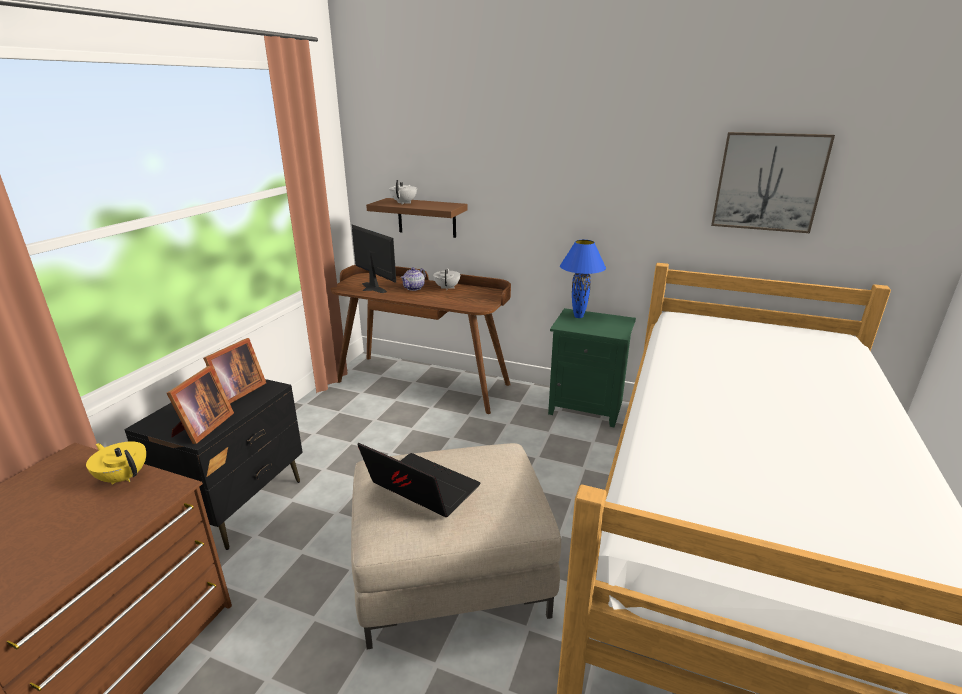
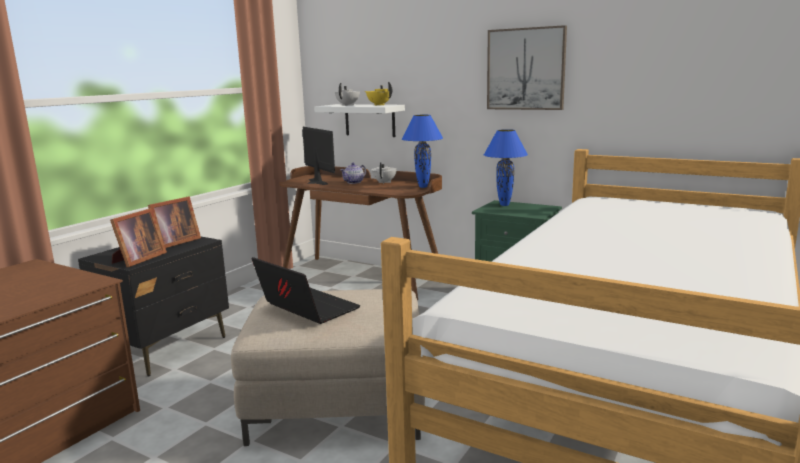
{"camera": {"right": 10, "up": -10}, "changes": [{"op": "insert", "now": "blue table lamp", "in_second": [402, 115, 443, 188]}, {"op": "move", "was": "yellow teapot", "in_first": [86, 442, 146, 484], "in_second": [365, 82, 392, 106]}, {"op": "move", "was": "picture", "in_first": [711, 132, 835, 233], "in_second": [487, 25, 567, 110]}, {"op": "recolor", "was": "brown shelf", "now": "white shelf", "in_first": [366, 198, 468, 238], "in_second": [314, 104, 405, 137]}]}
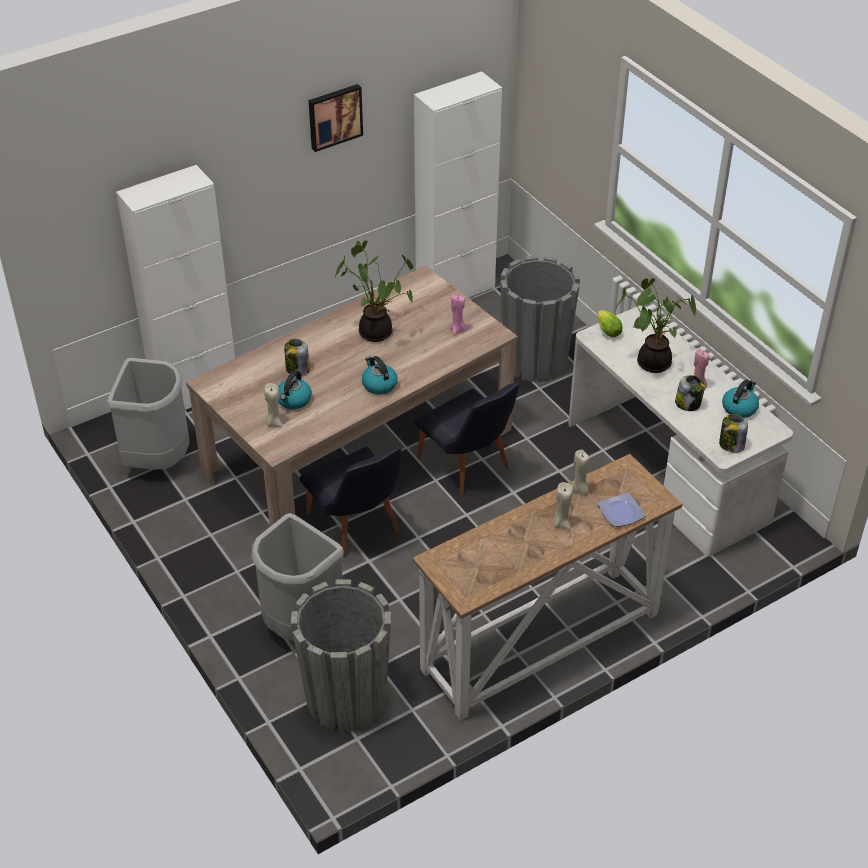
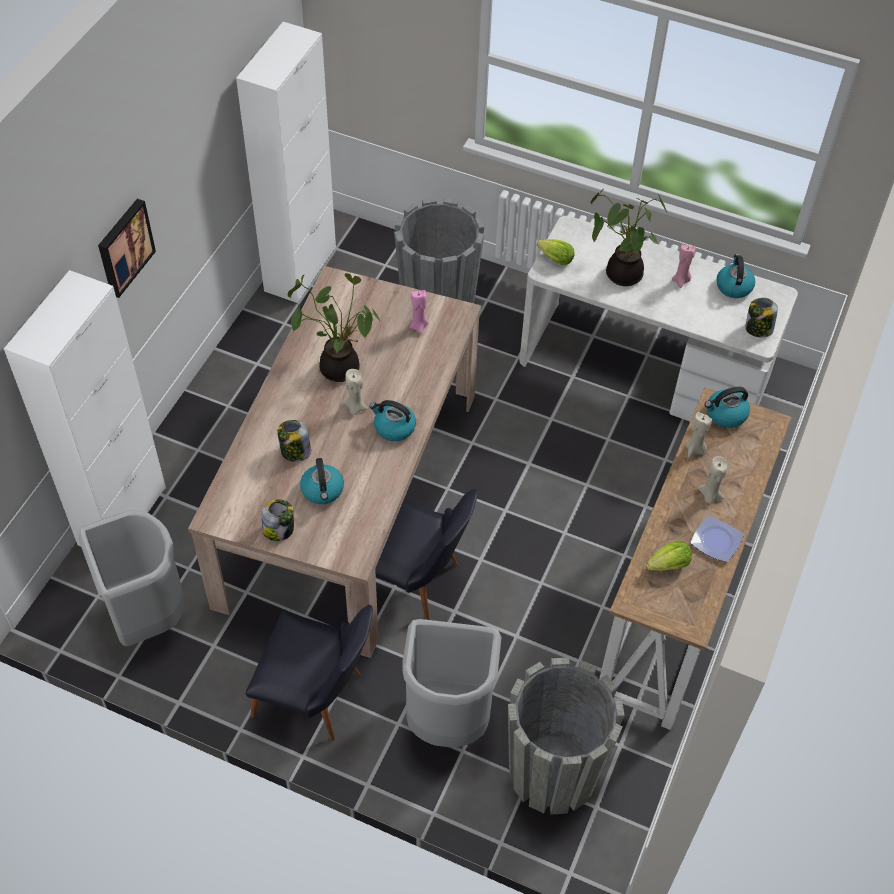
{"camera": {"right": -35, "up": 10}, "changes": [{"op": "insert", "now": "lettuce", "in_second": [646, 541, 692, 571]}, {"op": "insert", "now": "kettle", "in_second": [705, 387, 750, 428]}, {"op": "move", "was": "beige candle", "in_first": [264, 383, 282, 427], "in_second": [343, 369, 368, 415]}, {"op": "move", "was": "picture", "in_first": [308, 84, 363, 152], "in_second": [98, 199, 156, 298]}, {"op": "move", "was": "black chair", "in_first": [414, 382, 520, 495], "in_second": [245, 605, 373, 741]}, {"op": "move", "was": "plate", "in_first": [598, 493, 645, 527], "in_second": [691, 515, 744, 562]}, {"op": "move", "was": "jar", "in_first": [675, 375, 705, 411], "in_second": [262, 499, 294, 541]}]}
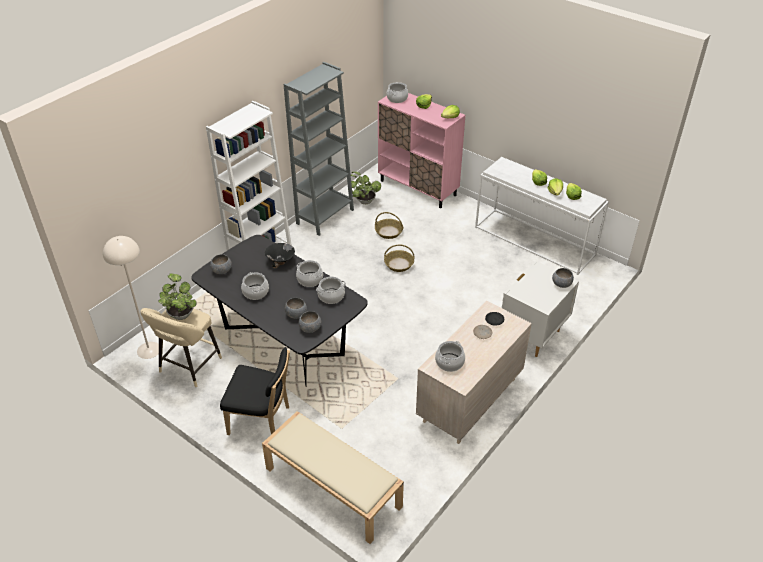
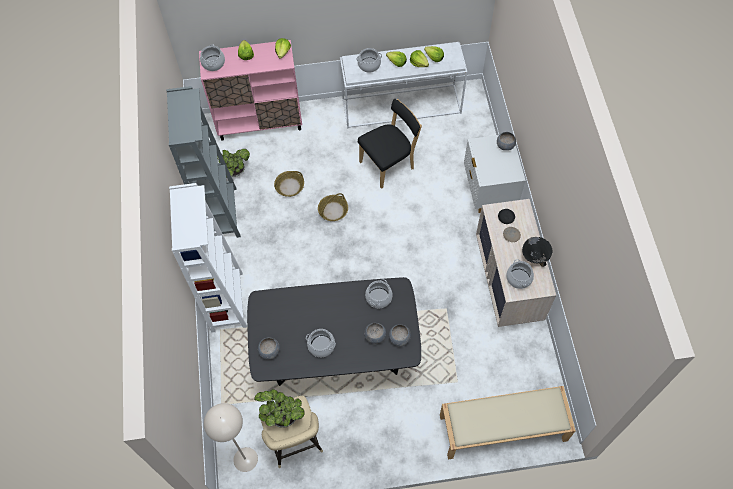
{"camera": {"right": -45, "up": 20}, "changes": [{"op": "move", "was": "black chair", "in_first": [220, 347, 290, 435], "in_second": [358, 99, 422, 189]}, {"op": "move", "was": "black bowl", "in_first": [265, 243, 295, 268], "in_second": [522, 237, 552, 267]}, {"op": "move", "was": "cooking pot", "in_first": [296, 260, 323, 287], "in_second": [356, 48, 382, 73]}]}
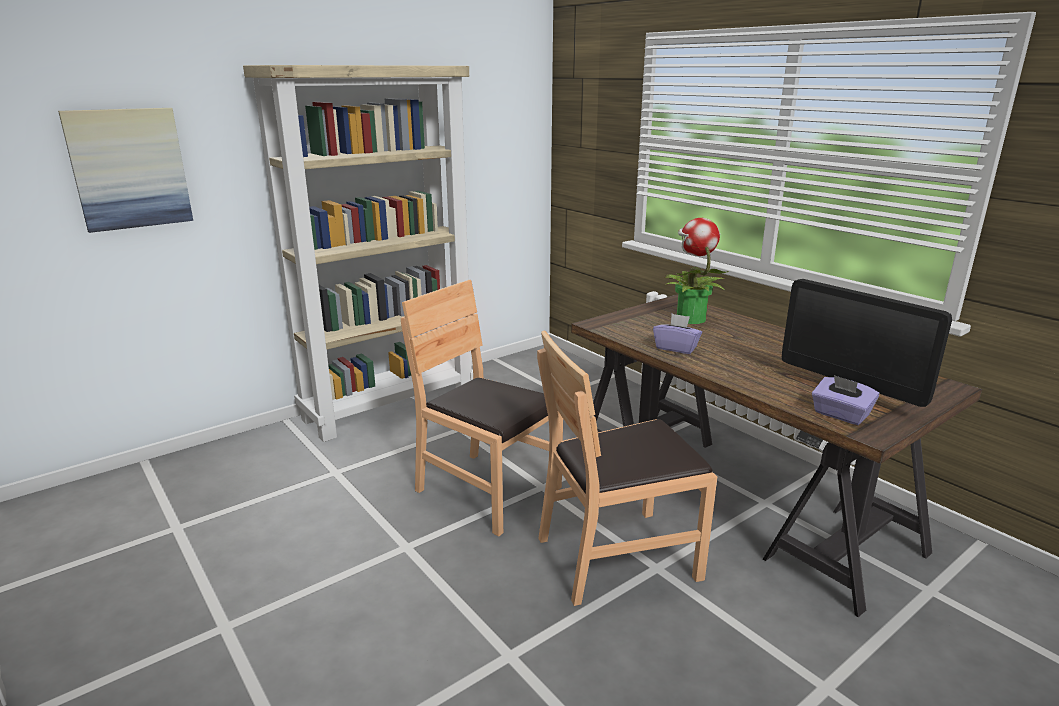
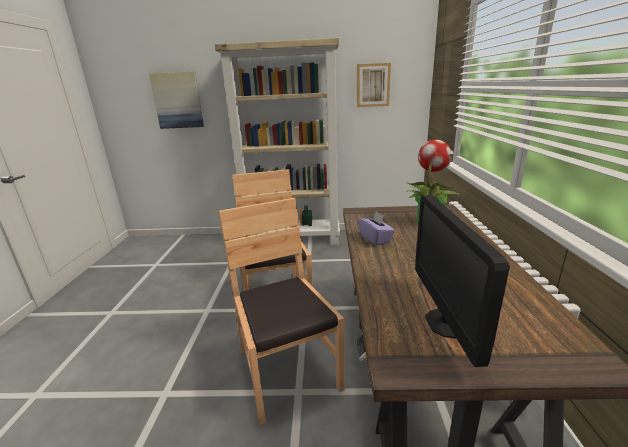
{"camera": {"right": 40, "up": 0}, "changes": [{"op": "delete", "was": "purple tissue box", "in_first": [812, 375, 879, 425]}, {"op": "insert", "now": "picture", "in_second": [357, 63, 391, 107]}, {"op": "rotate", "was": "brown chair", "in_first": [537, 330, 717, 606], "in_second": [219, 198, 345, 425], "clockwise": 45}]}
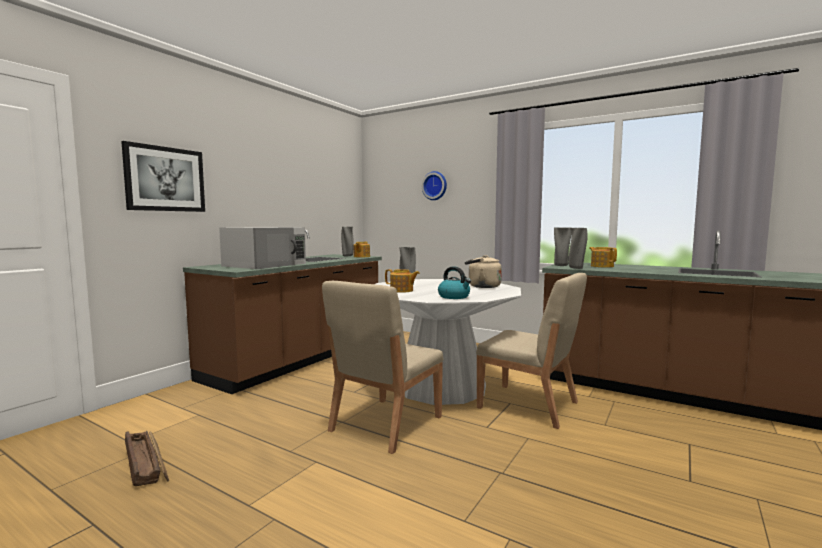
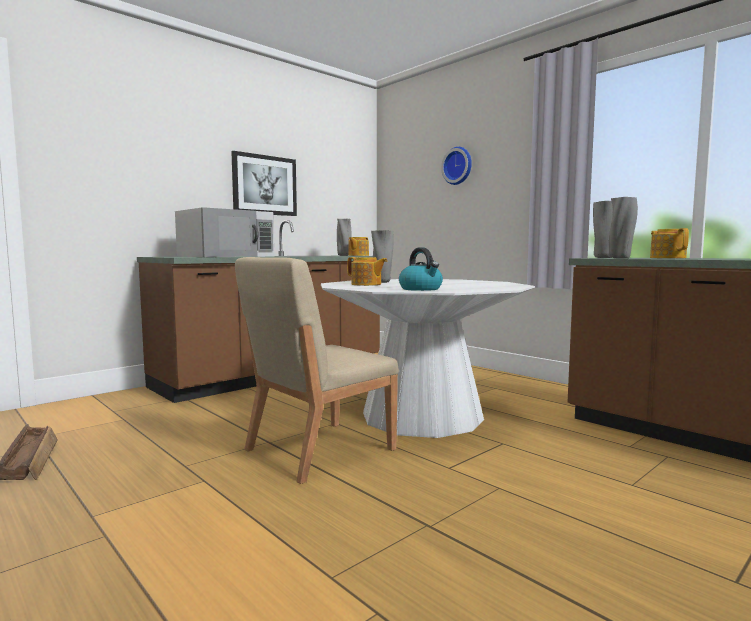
{"camera": {"right": 15, "up": 0}, "changes": [{"op": "delete", "was": "beige kettle", "in_first": [465, 255, 502, 288]}, {"op": "delete", "was": "beige chair", "in_first": [476, 273, 587, 429]}, {"op": "move", "was": "picture", "in_first": [121, 141, 205, 212], "in_second": [231, 151, 297, 216]}]}
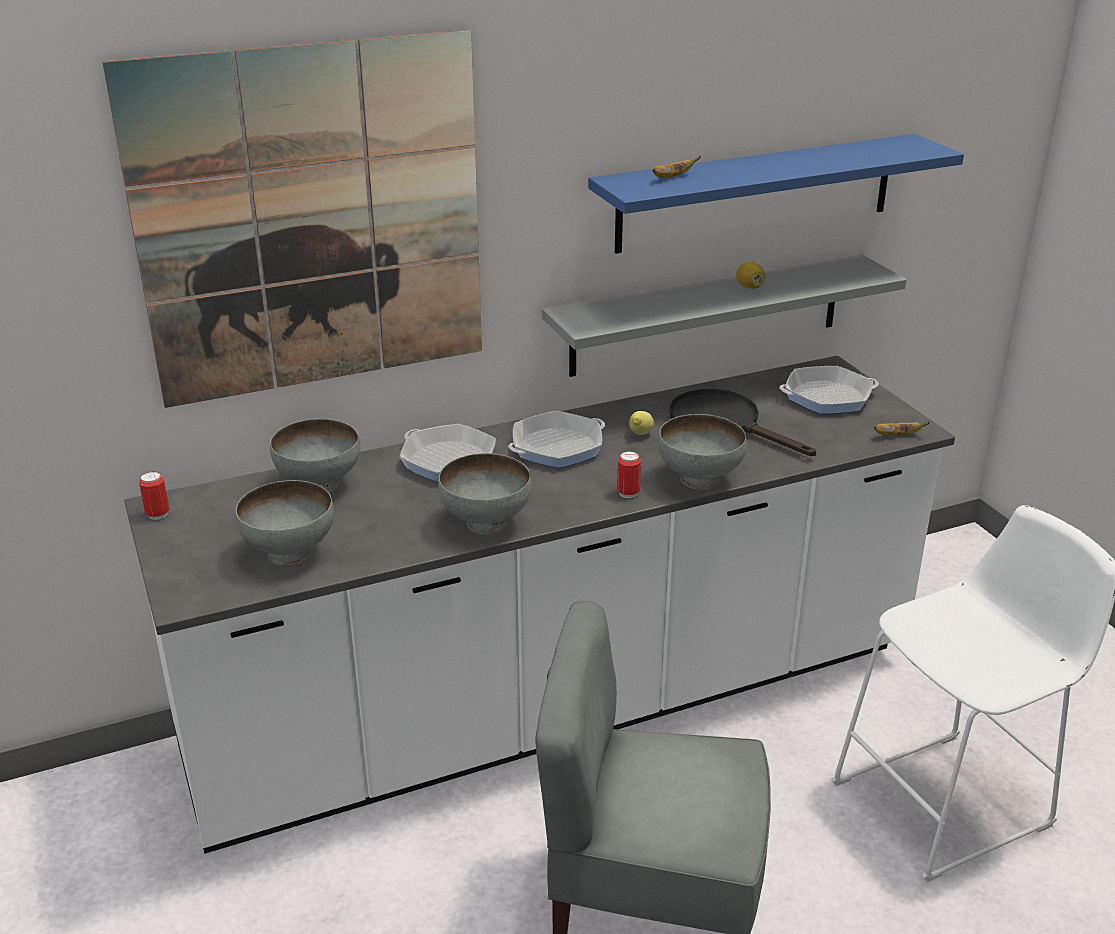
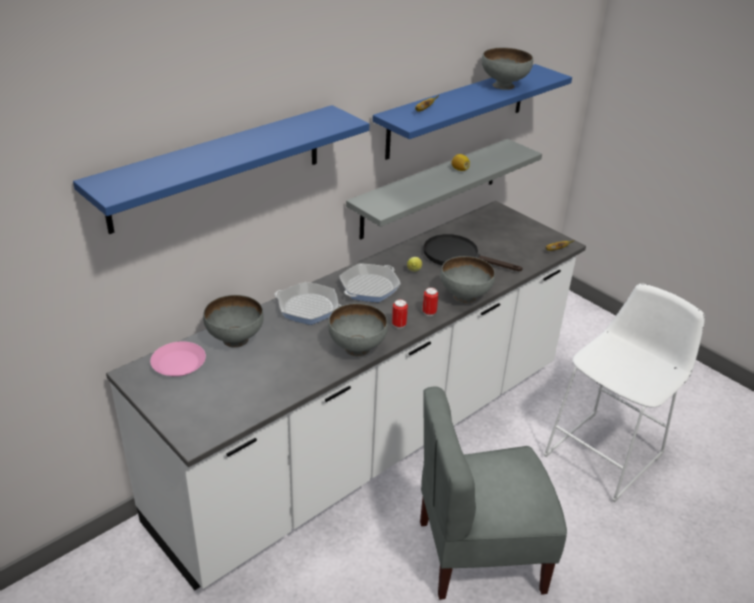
{"camera": {"right": -20, "up": 5}, "changes": [{"op": "delete", "was": "frying pan", "in_first": [779, 366, 879, 414]}, {"op": "insert", "now": "pink plate", "in_second": [150, 341, 206, 377]}, {"op": "move", "was": "can", "in_first": [139, 471, 169, 520], "in_second": [392, 299, 408, 329]}, {"op": "move", "was": "grey bowl", "in_first": [235, 480, 334, 566], "in_second": [482, 47, 533, 90]}, {"op": "replace", "was": "picture", "now": "blue shelf", "in_first": [102, 30, 482, 408], "in_second": [73, 105, 369, 234]}]}
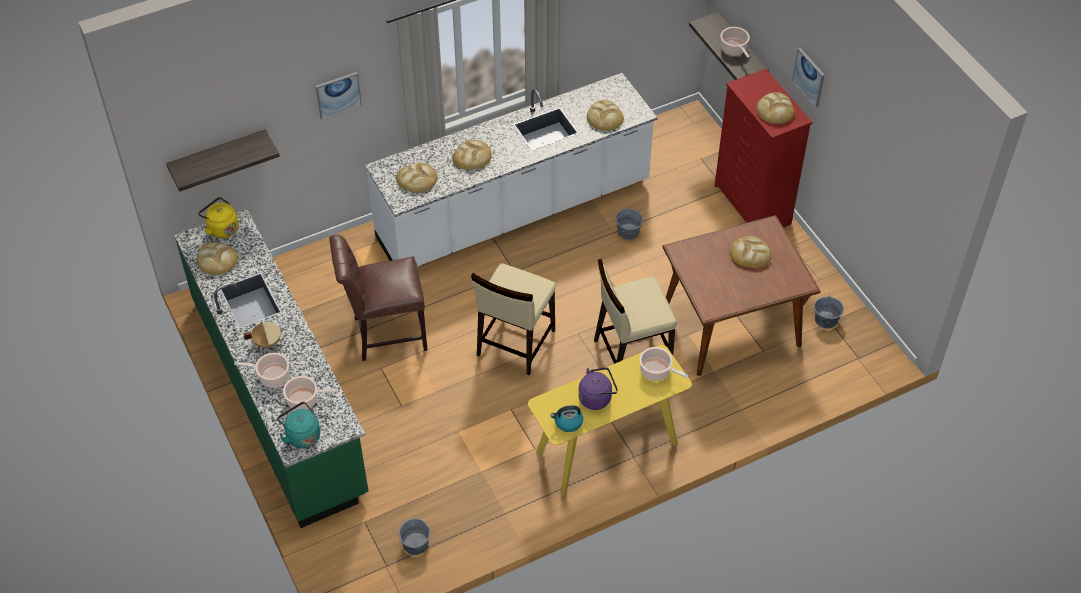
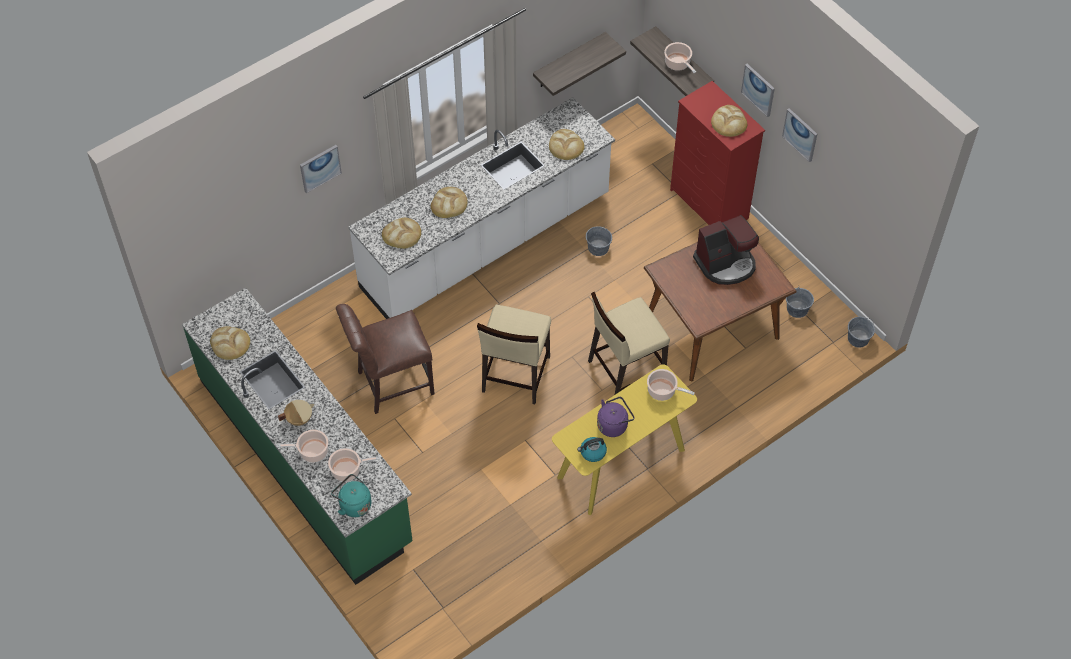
{"camera": {"right": -10, "up": 5}, "changes": [{"op": "delete", "was": "yellow kettle", "in_first": [198, 197, 238, 238]}, {"op": "insert", "now": "picture", "in_second": [782, 108, 817, 162]}, {"op": "move", "was": "shelf", "in_first": [166, 129, 280, 192], "in_second": [533, 32, 626, 96]}, {"op": "move", "was": "grey bucket", "in_first": [399, 518, 430, 555], "in_second": [848, 317, 875, 348]}, {"op": "replace", "was": "bread", "now": "coffee machine", "in_first": [730, 236, 772, 268], "in_second": [693, 215, 759, 285]}]}
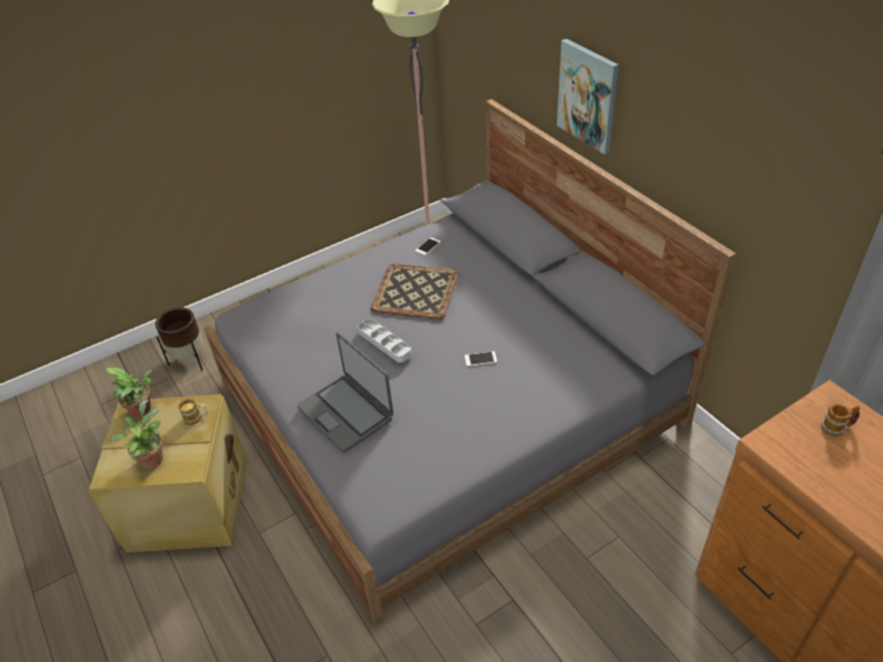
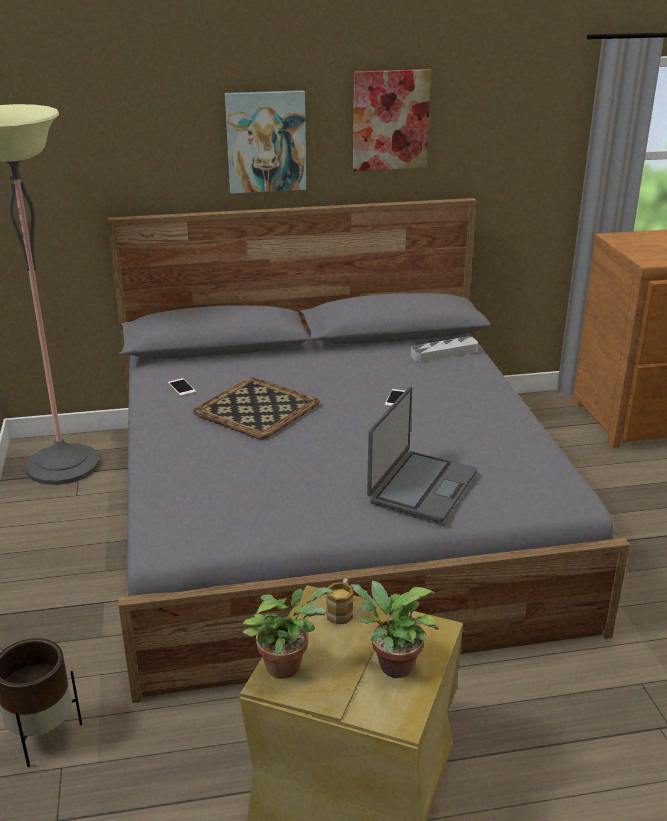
{"camera": {"right": -70, "up": -15}, "changes": [{"op": "delete", "was": "mug", "in_first": [821, 404, 860, 436]}, {"op": "insert", "now": "picture", "in_second": [353, 69, 431, 171]}, {"op": "move", "was": "grey tray", "in_first": [358, 318, 412, 363], "in_second": [411, 337, 478, 362]}, {"op": "rotate", "was": "laptop", "in_first": [297, 332, 394, 453], "in_second": [367, 387, 477, 522], "clockwise": -45}]}
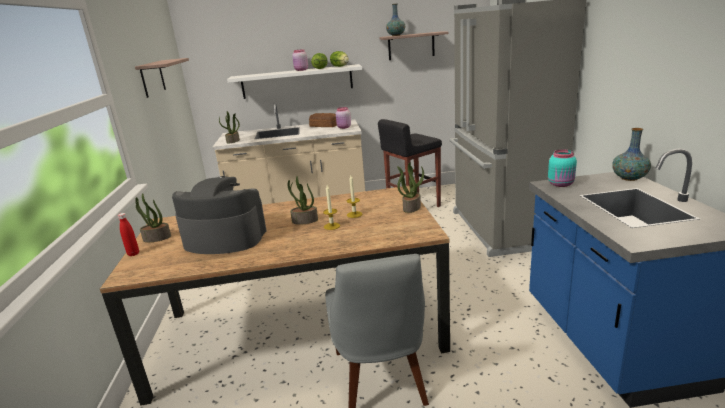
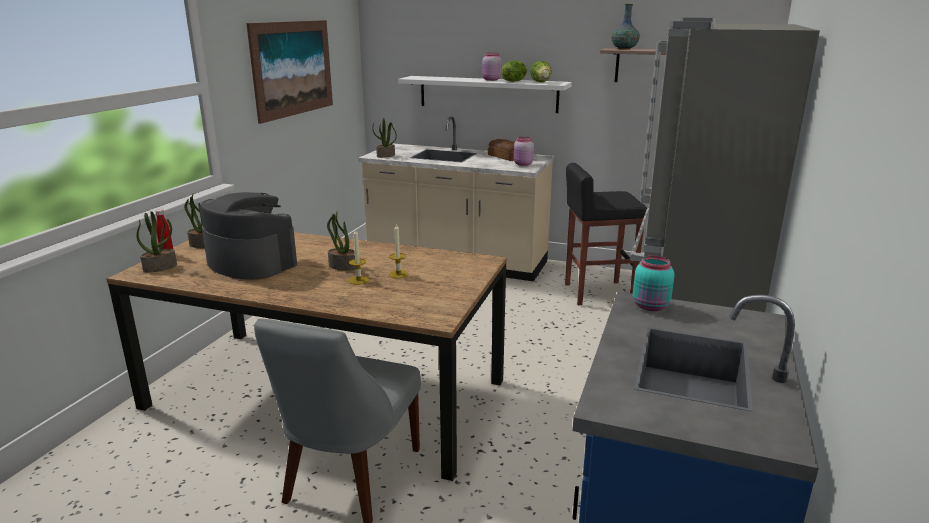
{"camera": {"right": 25, "up": 0}, "changes": [{"op": "delete", "was": "vase", "in_first": [612, 128, 651, 181]}, {"op": "move", "was": "potted plant", "in_first": [397, 163, 424, 213], "in_second": [136, 211, 177, 272]}, {"op": "replace", "was": "shelf", "now": "picture", "in_first": [135, 58, 189, 98], "in_second": [246, 20, 333, 124]}]}
